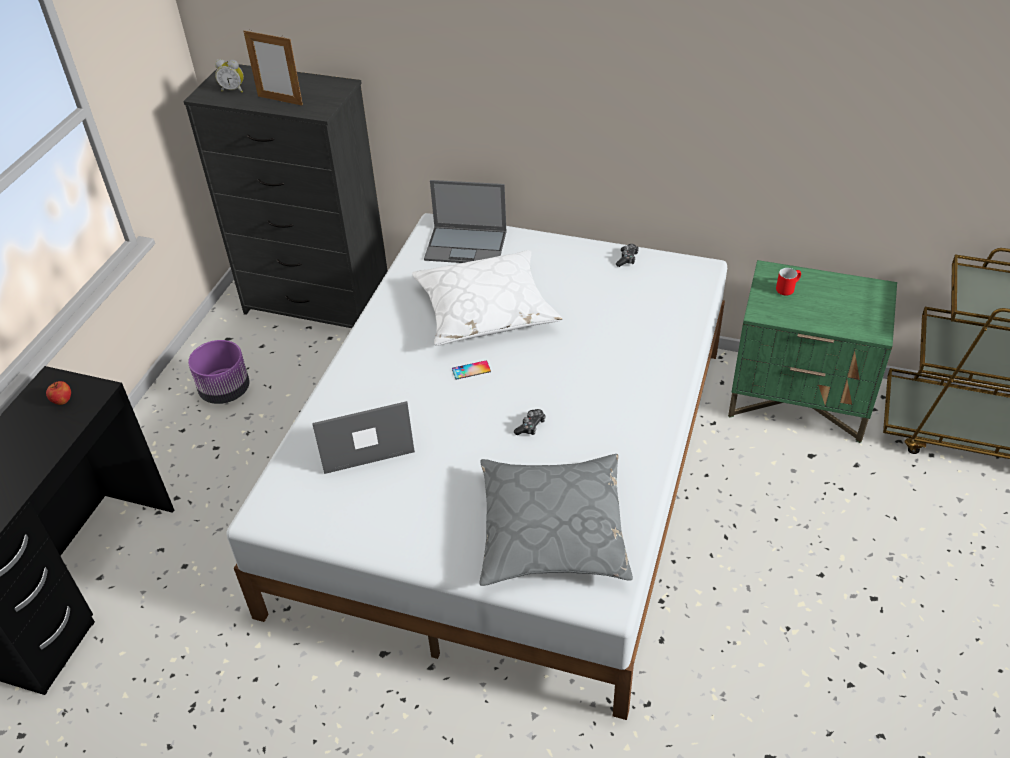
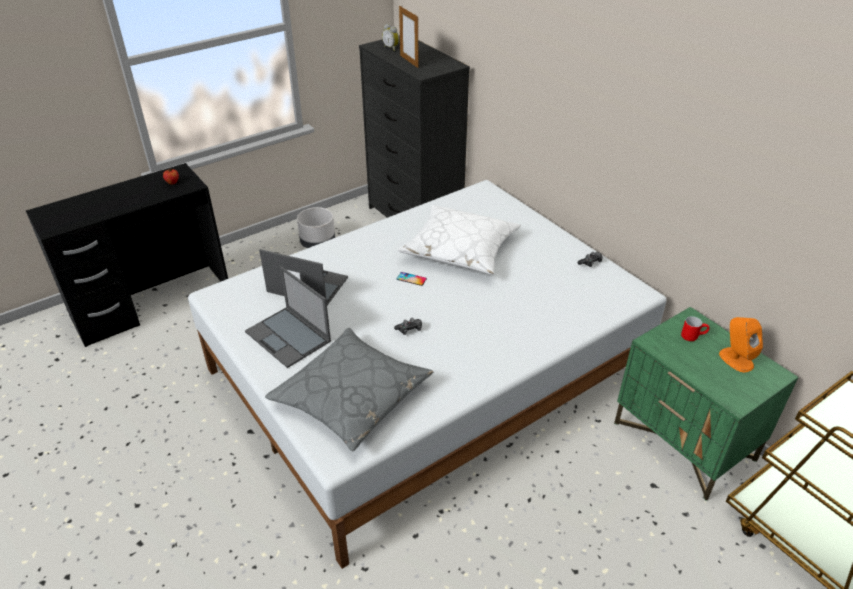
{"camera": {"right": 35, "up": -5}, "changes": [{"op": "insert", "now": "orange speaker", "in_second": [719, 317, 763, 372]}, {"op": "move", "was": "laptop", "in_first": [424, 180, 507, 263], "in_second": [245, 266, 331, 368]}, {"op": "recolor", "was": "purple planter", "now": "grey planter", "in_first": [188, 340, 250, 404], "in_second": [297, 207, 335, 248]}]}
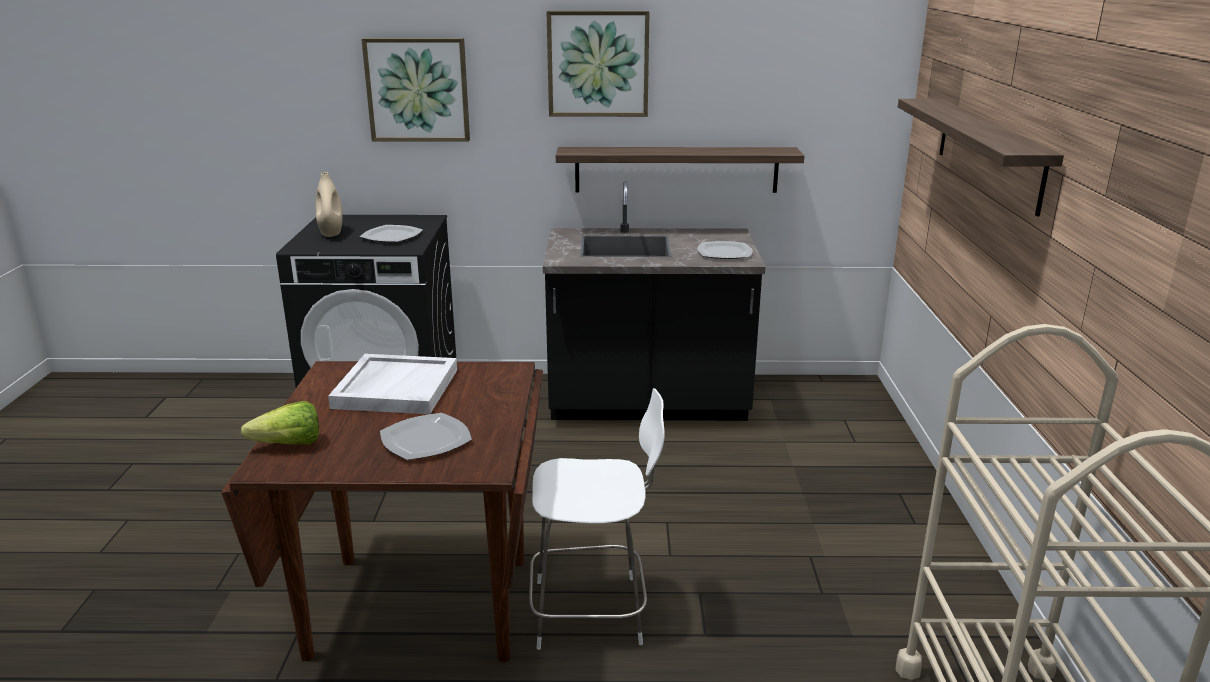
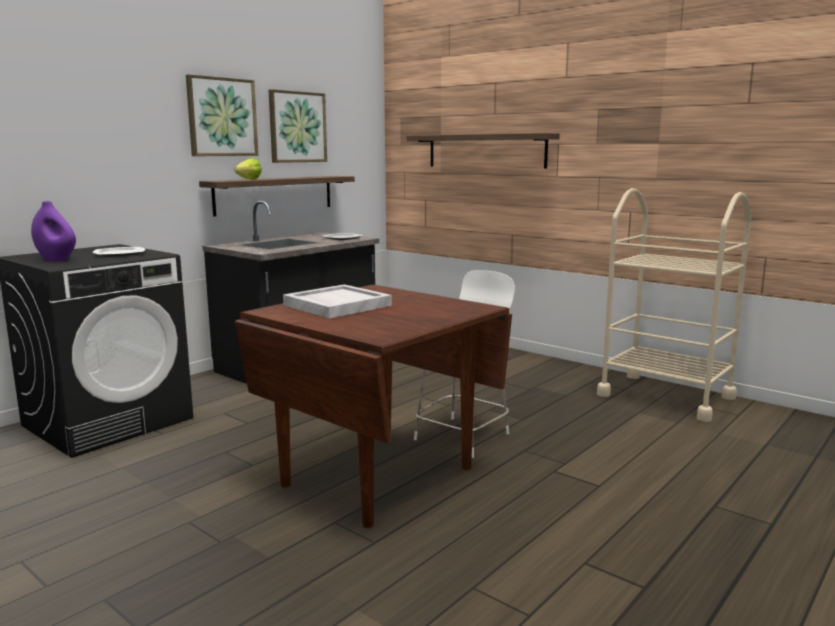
{"camera": {"right": -50, "up": -10}, "changes": [{"op": "delete", "was": "plate", "in_first": [380, 413, 472, 460]}, {"op": "move", "was": "lettuce", "in_first": [241, 401, 319, 444], "in_second": [235, 158, 262, 179]}, {"op": "move", "was": "picture", "in_first": [361, 38, 470, 142], "in_second": [269, 89, 327, 163]}, {"op": "recolor", "was": "beige vase", "now": "purple vase", "in_first": [316, 172, 343, 237], "in_second": [31, 201, 76, 261]}]}
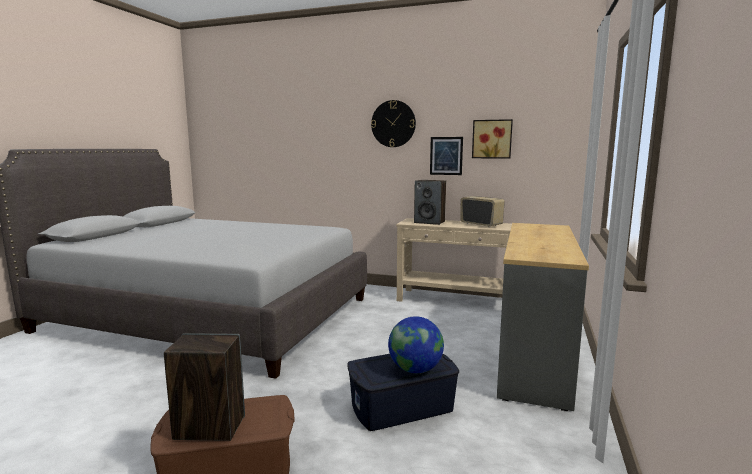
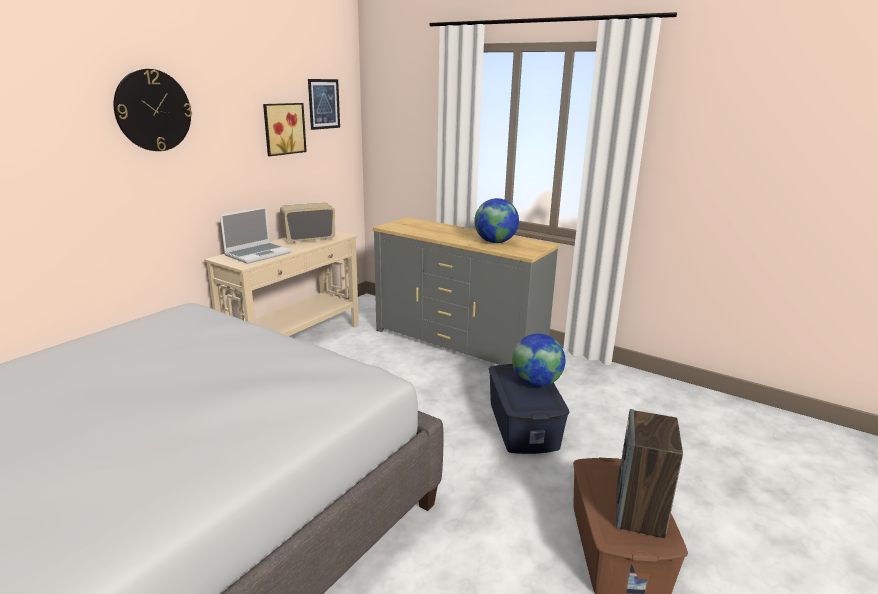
{"camera": {"right": -75, "up": 10}, "changes": [{"op": "insert", "now": "globe", "in_second": [474, 198, 519, 243]}, {"op": "move", "was": "picture", "in_first": [430, 137, 463, 175], "in_second": [308, 79, 340, 130]}, {"op": "replace", "was": "speaker", "now": "laptop", "in_first": [414, 180, 446, 225], "in_second": [220, 207, 292, 264]}]}
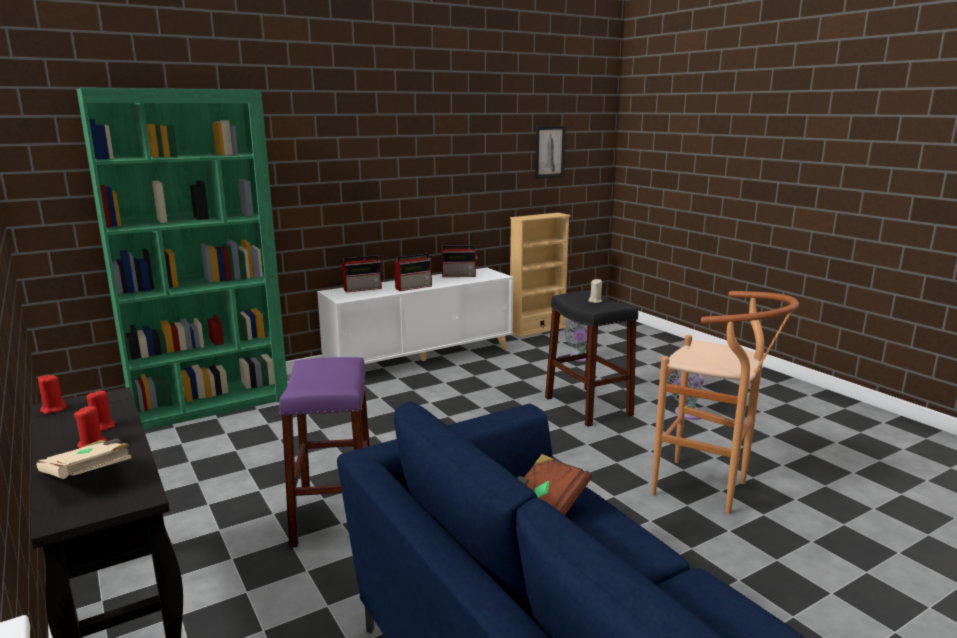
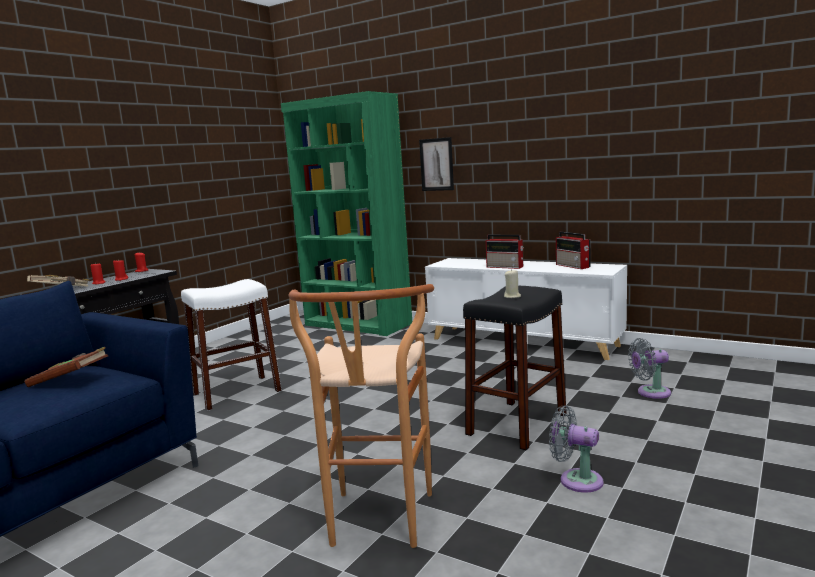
{"camera": {"right": 65, "up": -5}, "changes": [{"op": "delete", "was": "radio", "in_first": [342, 255, 382, 293]}, {"op": "delete", "was": "beige bookcase", "in_first": [510, 213, 571, 337]}, {"op": "move", "was": "picture", "in_first": [535, 126, 566, 179], "in_second": [419, 137, 454, 191]}, {"op": "recolor", "was": "purple stool", "now": "white stool", "in_first": [279, 357, 370, 548], "in_second": [181, 279, 282, 411]}]}
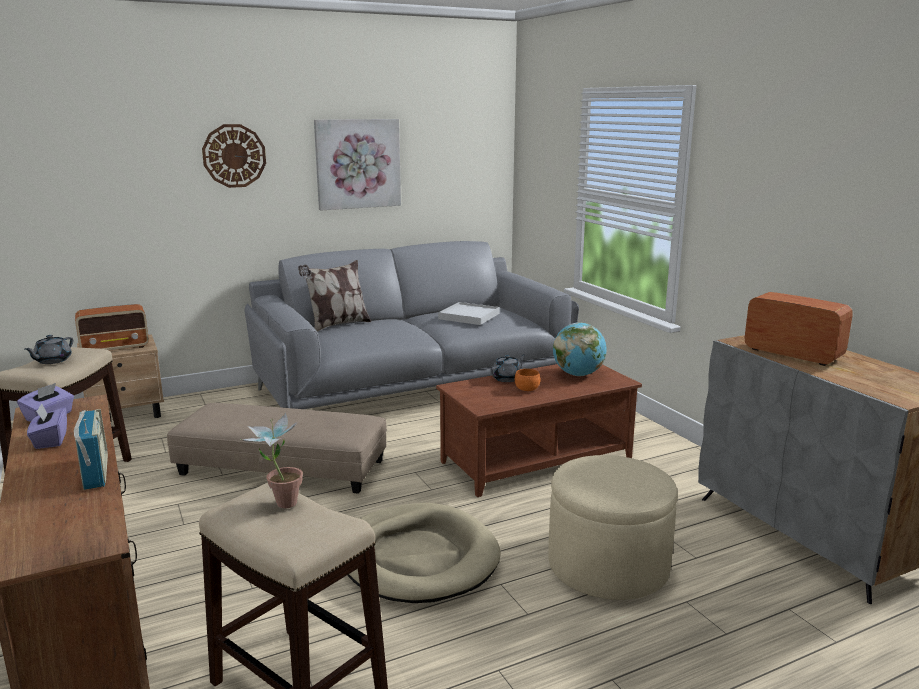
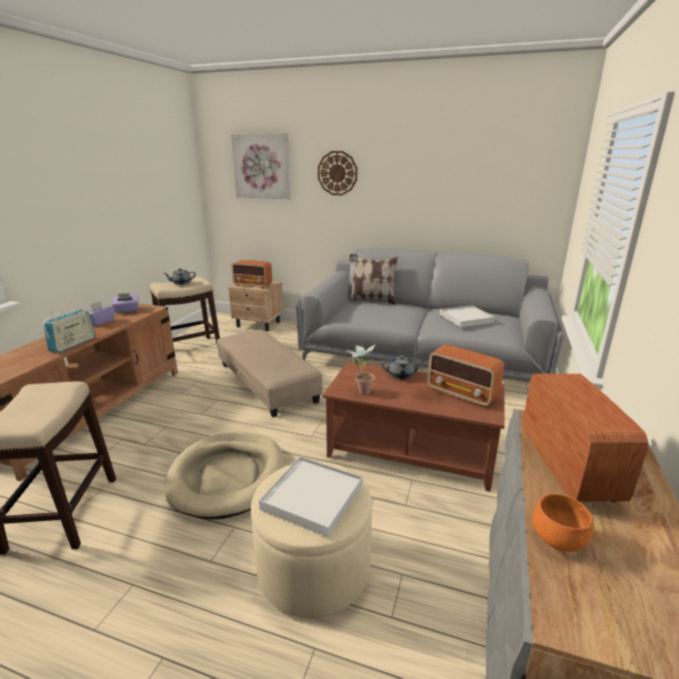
{"camera": {"right": 45, "up": 5}, "changes": [{"op": "insert", "now": "white tray", "in_second": [259, 456, 363, 537]}, {"op": "move", "was": "potted plant", "in_first": [240, 412, 303, 508], "in_second": [346, 345, 375, 395]}, {"op": "move", "was": "picture", "in_first": [314, 119, 401, 211], "in_second": [231, 133, 290, 199]}, {"op": "move", "was": "orange bowl", "in_first": [515, 369, 541, 391], "in_second": [533, 494, 593, 552]}, {"op": "replace", "was": "globe", "now": "radio", "in_first": [553, 323, 606, 376], "in_second": [427, 345, 504, 407]}]}
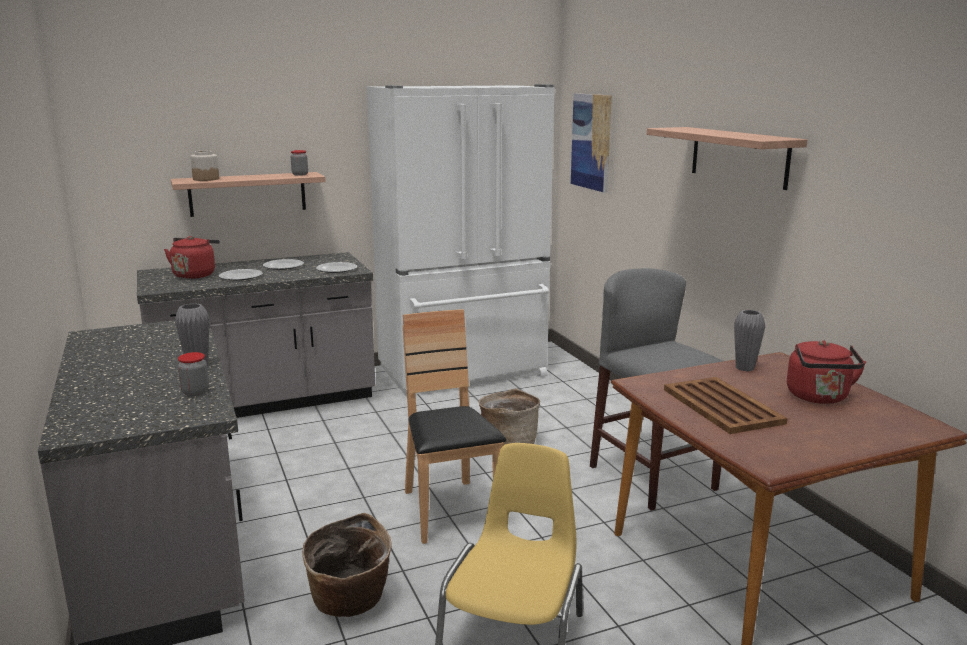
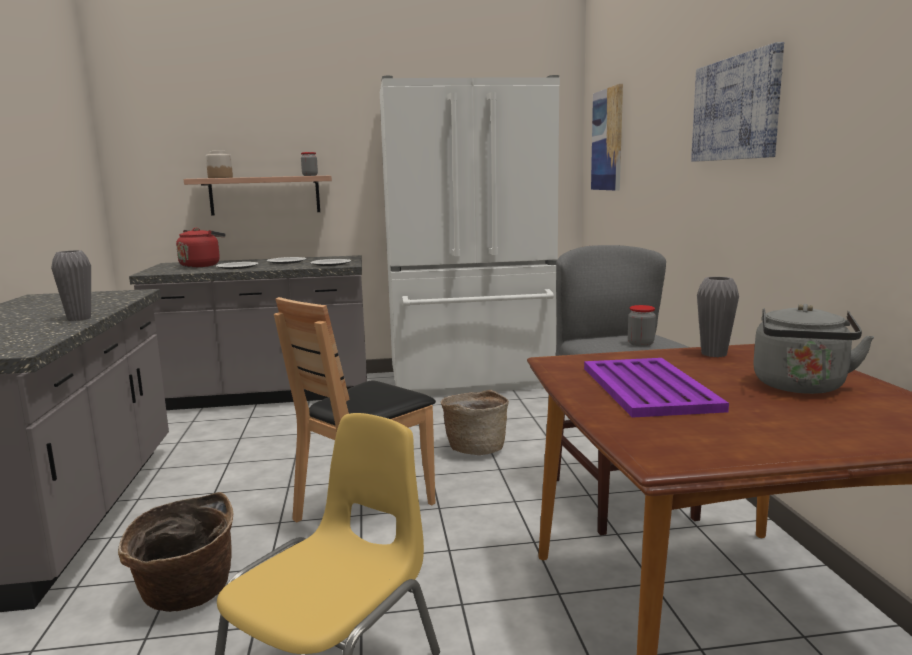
{"camera": {"right": 15, "up": -5}, "changes": [{"op": "move", "was": "jar", "in_first": [178, 352, 209, 397], "in_second": [628, 305, 656, 346]}, {"op": "replace", "was": "shelf", "now": "picture", "in_first": [647, 127, 807, 190], "in_second": [691, 42, 784, 162]}, {"op": "recolor", "was": "brown tray", "now": "purple tray", "in_first": [664, 377, 788, 434], "in_second": [584, 358, 729, 418]}, {"op": "recolor", "was": "red kettle", "now": "grey kettle", "in_first": [787, 340, 866, 404], "in_second": [753, 304, 874, 394]}, {"op": "rotate", "was": "brown chair", "in_first": [403, 309, 506, 544], "in_second": [274, 297, 436, 523], "clockwise": -135}]}
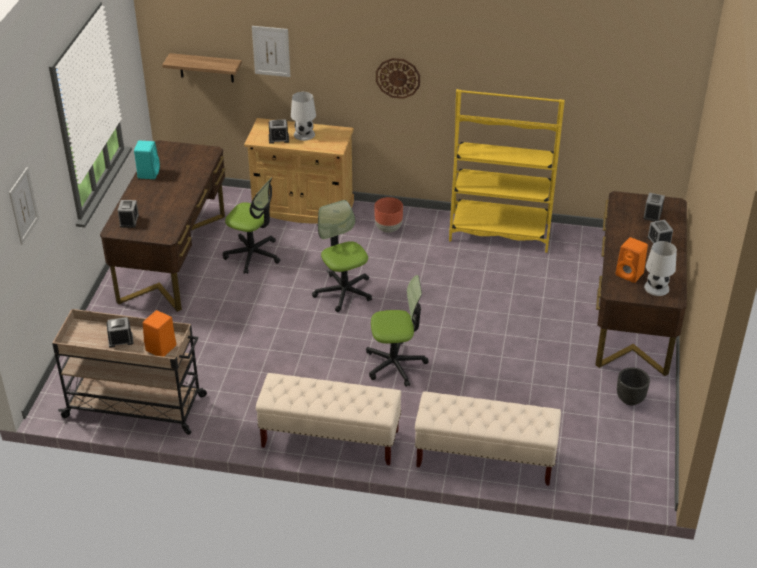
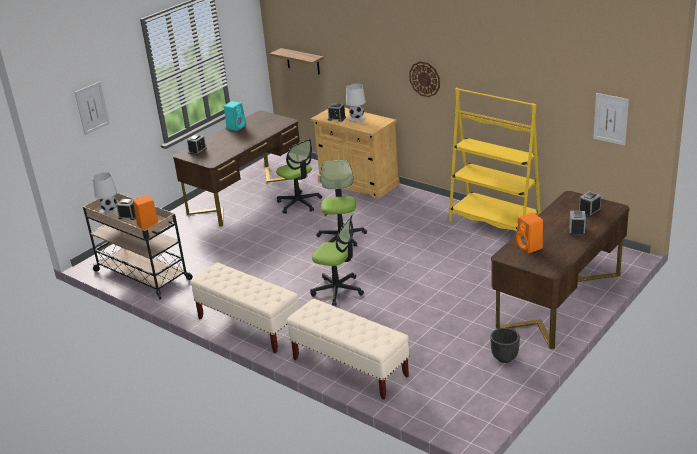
{"camera": {"right": 30, "up": -10}, "changes": [{"op": "delete", "was": "brown planter", "in_first": [374, 197, 403, 233]}, {"op": "move", "was": "picture", "in_first": [252, 26, 290, 77], "in_second": [593, 93, 629, 145]}, {"op": "move", "was": "white table lamp", "in_first": [644, 241, 677, 296], "in_second": [93, 172, 118, 216]}]}
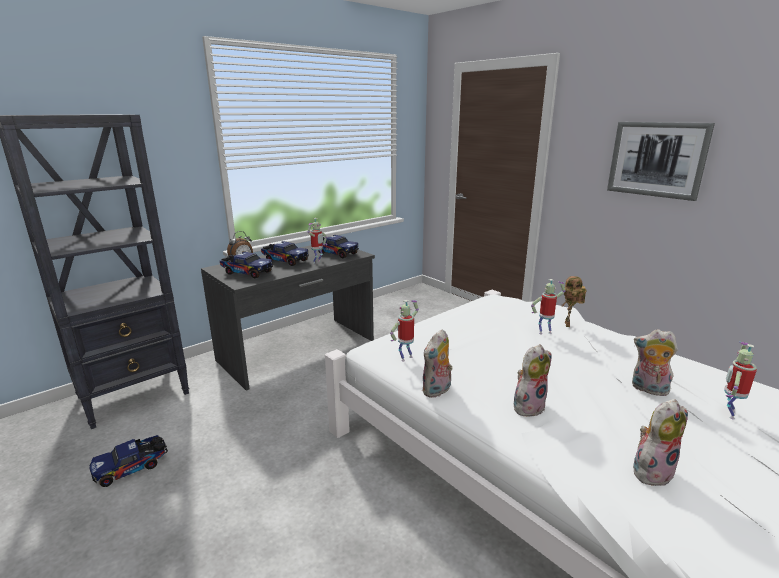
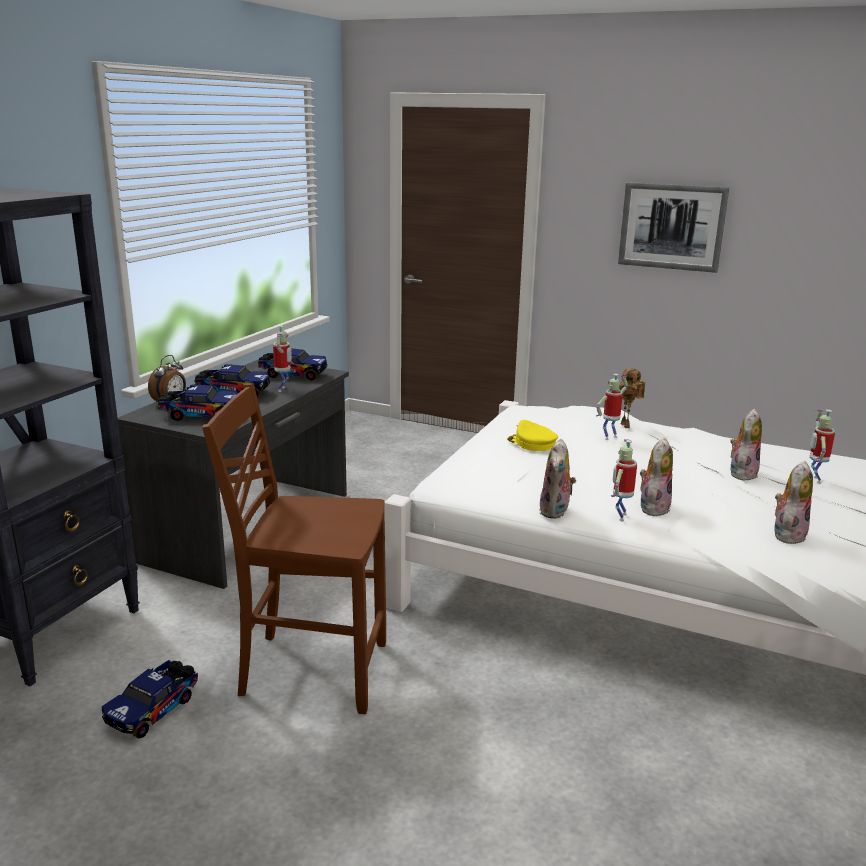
{"camera": {"right": -25, "up": 0}, "changes": [{"op": "insert", "now": "brown chair", "in_second": [202, 383, 386, 714]}, {"op": "insert", "now": "yellow cap", "in_second": [507, 420, 558, 451]}, {"op": "move", "was": "toy robot", "in_first": [390, 300, 419, 362], "in_second": [611, 439, 637, 521]}, {"op": "rotate", "was": "plush toy", "in_first": [632, 329, 678, 396], "in_second": [730, 409, 762, 481], "clockwise": 120}]}
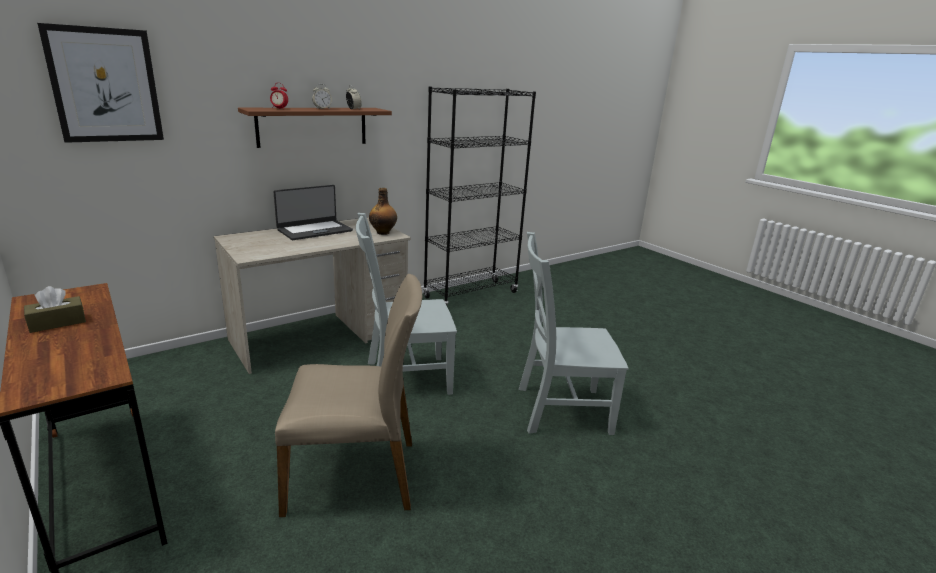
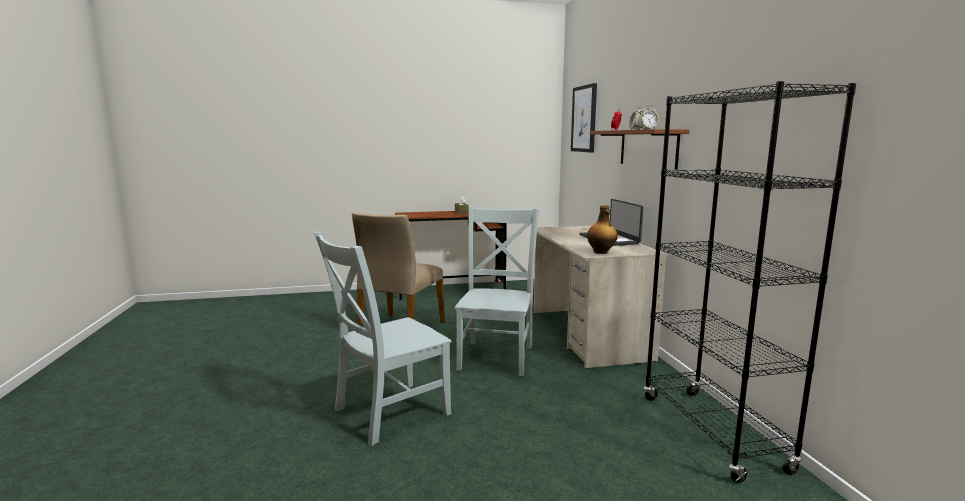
{"camera": {"right": 115, "up": -10}, "changes": [{"op": "rotate", "was": "grey chair", "in_first": [519, 232, 629, 435], "in_second": [314, 231, 451, 446], "clockwise": -150}]}
